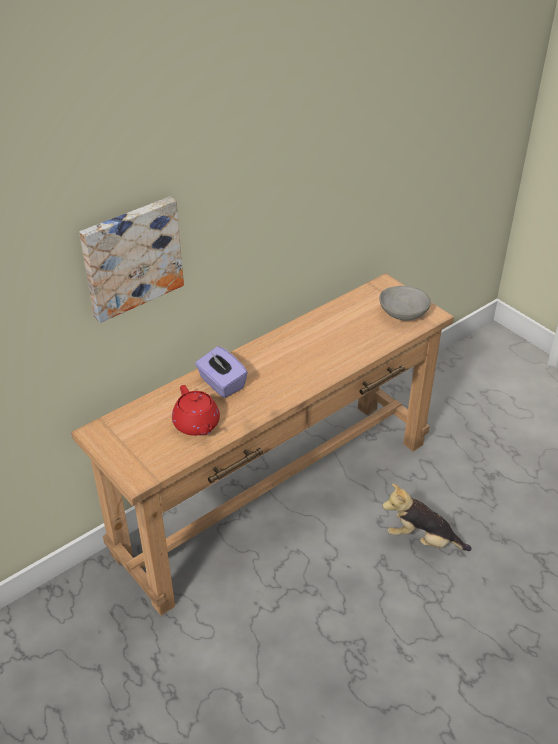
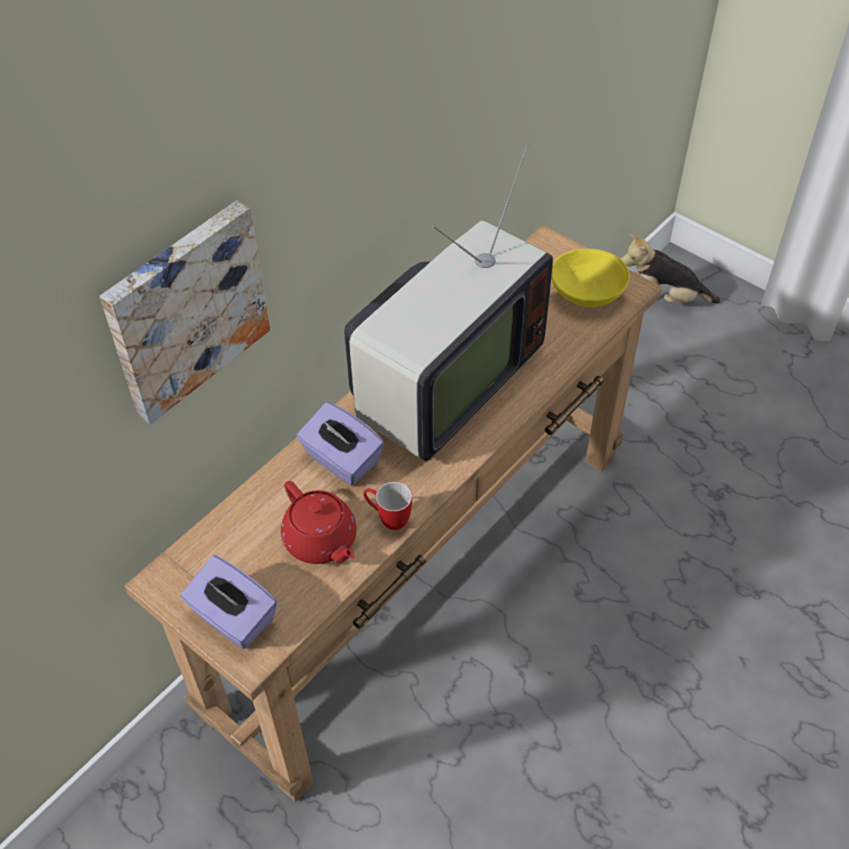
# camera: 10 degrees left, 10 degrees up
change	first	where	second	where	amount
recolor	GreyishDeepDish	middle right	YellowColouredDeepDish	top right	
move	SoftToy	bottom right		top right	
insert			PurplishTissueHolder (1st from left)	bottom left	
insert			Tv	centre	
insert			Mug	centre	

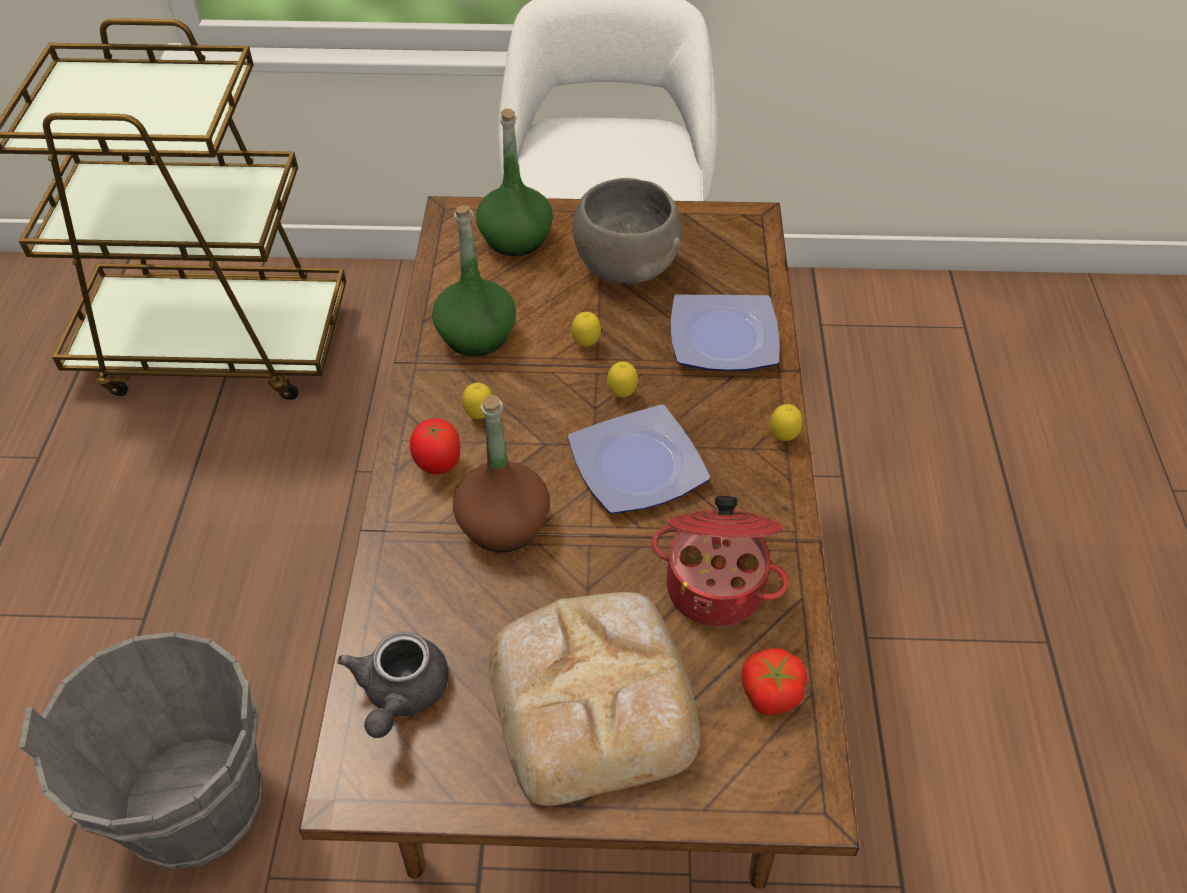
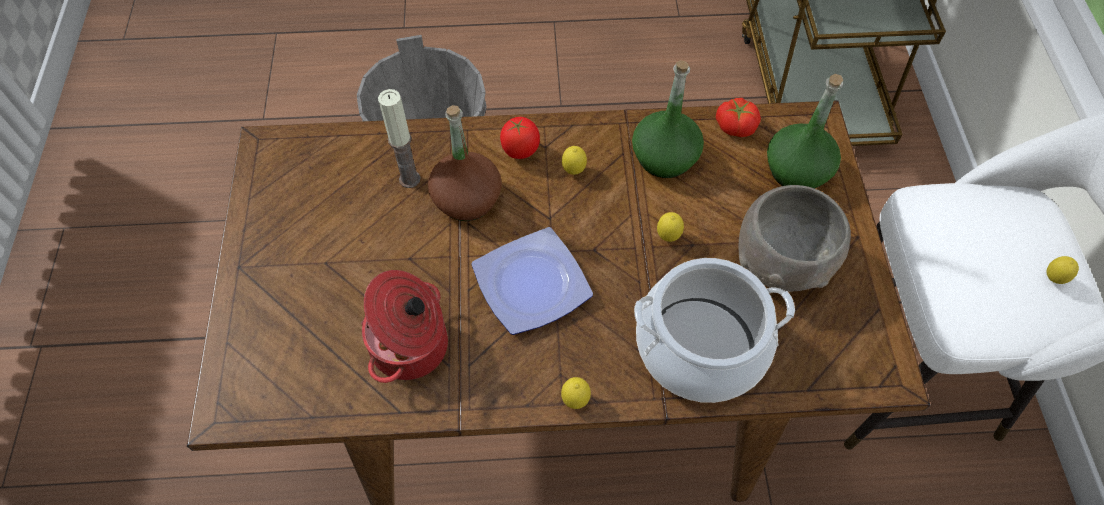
# camera: 85 degrees right, 10 degrees up
change	first	where	second	where	amount
delete	GreyishPotForTea	bottom left			
delete	BakedBread	bottom centre			
move	WholeLemon (3rd from left in the first image)	centre	WholeLemon (4th from left)	middle right	
replace	DinnerPlate (2nd from left)	centre	Saucepot (2nd from left)	centre	
move	FreshTomato (2nd from left)	bottom centre		top right	
insert			WaxCandle	top centre	

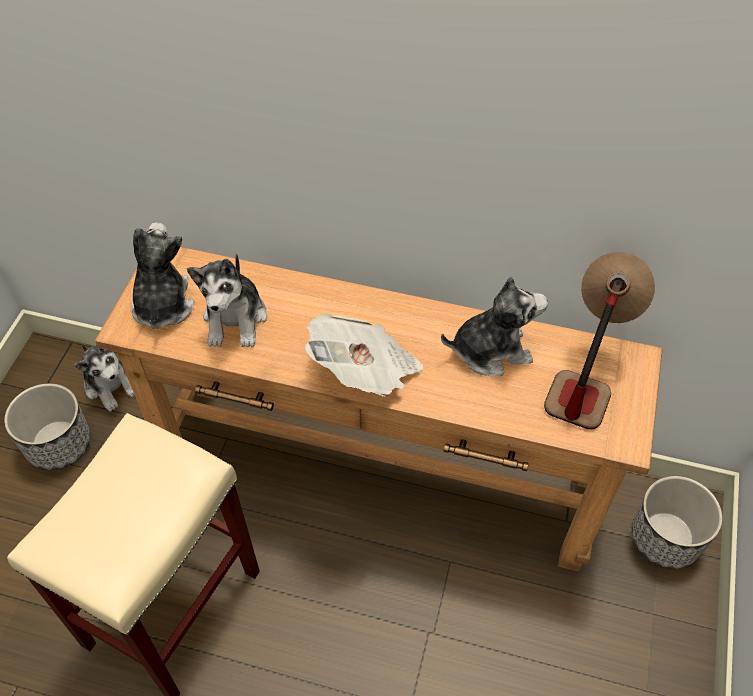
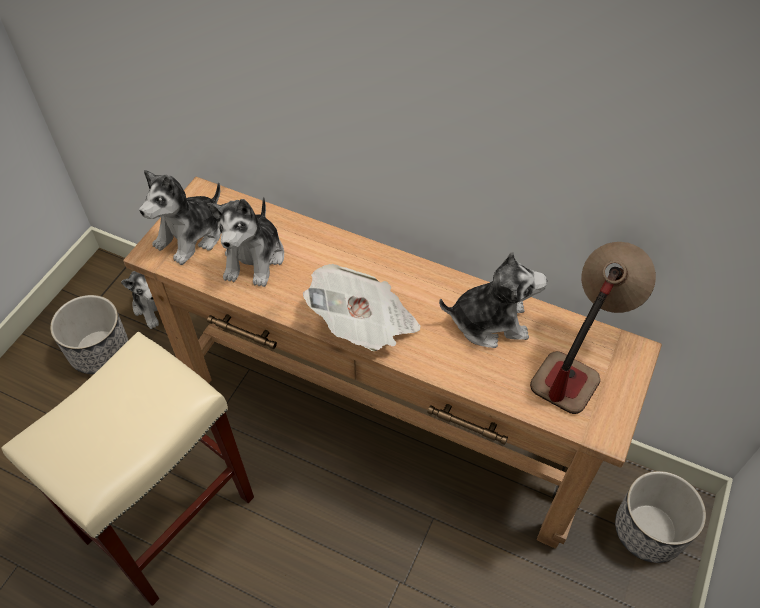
# camera: 10 degrees right, 0 degrees up
change	first	where	second	where	amount
rotate	SoftToy (2nd from left)	middle left		middle left	150 degrees counterclockwise

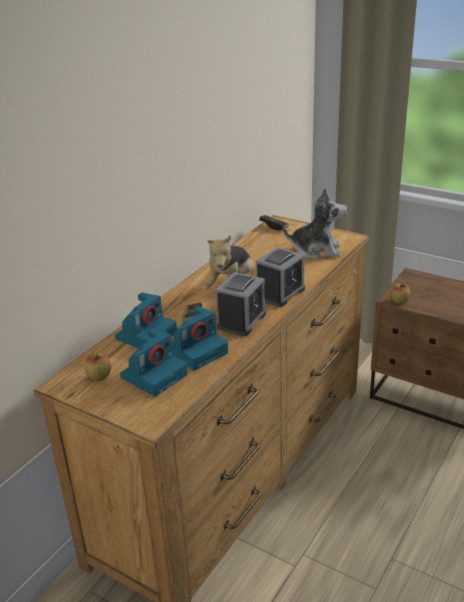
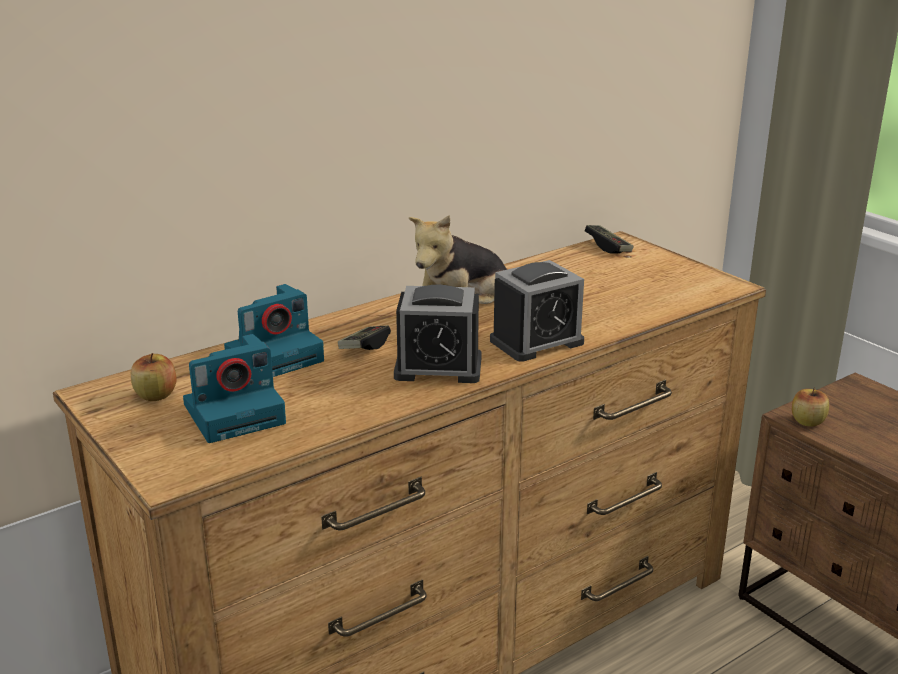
# camera: 20 degrees right, 5 degrees down
change	first	where	second	where	amount
delete	StillCamera (3rd from left)	centre			
rotate	TableClock (1st from left)	centre		centre	45 degrees clockwise
delete	SoftToy (2nd from left)	middle right			

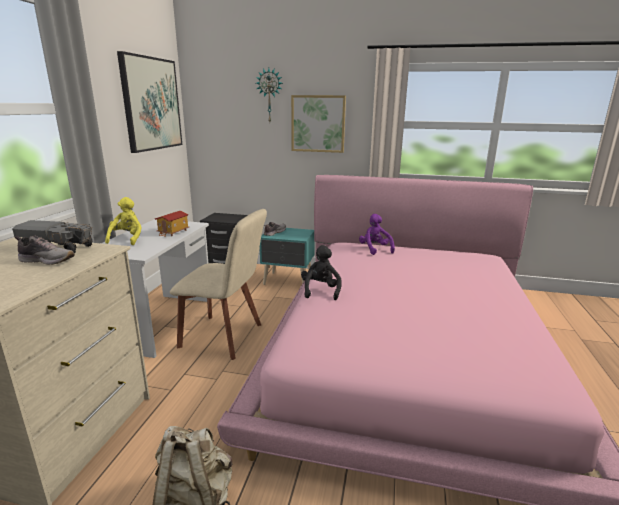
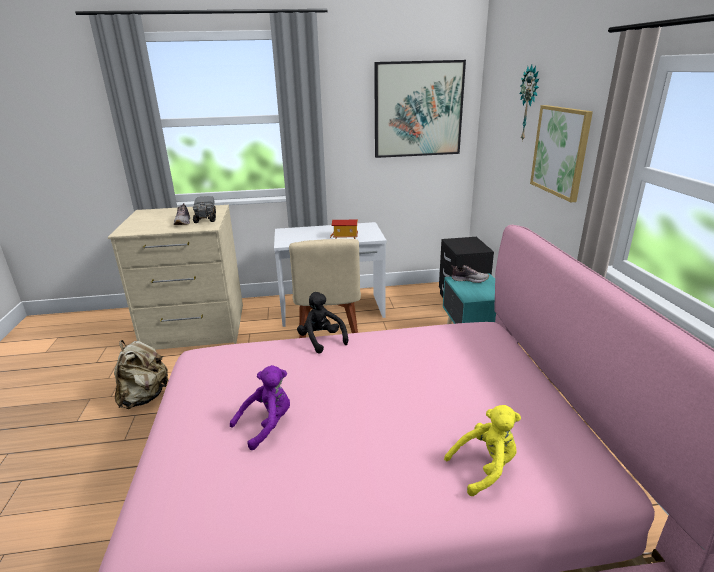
# camera: 70 degrees right, 5 degrees up
change	first	where	second	where	amount
move	YellowColouredSoftToy	middle left		bottom right	
rotate	BlackSoftToy	centre		centre	105 degrees counterclockwise
move	PurplishSoftToy	centre		bottom centre	

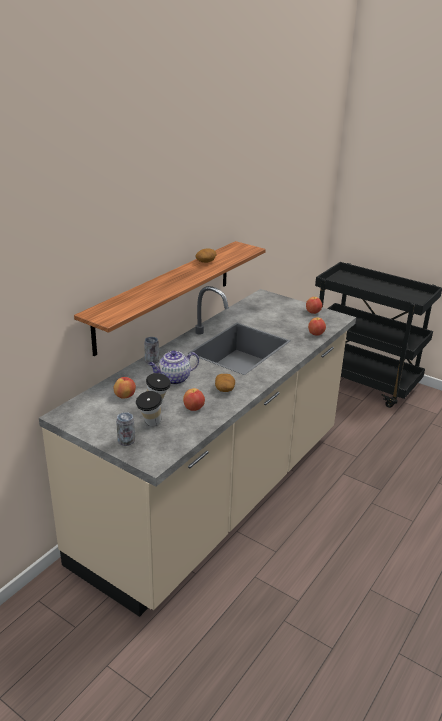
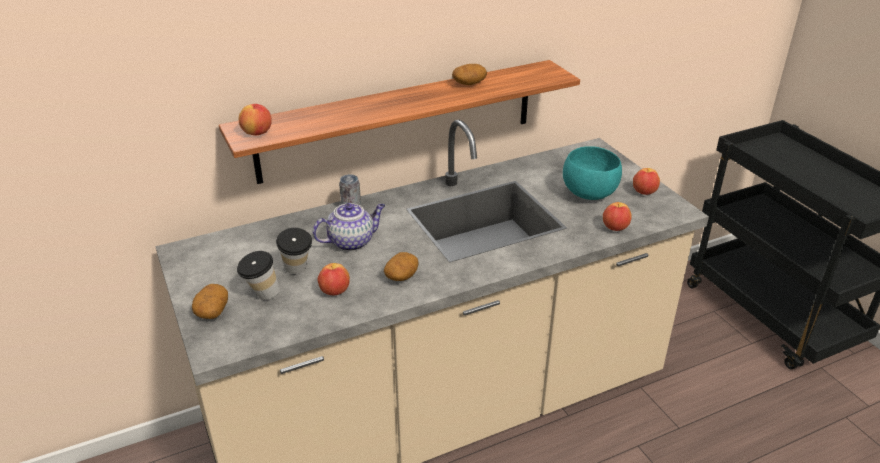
# camera: 30 degrees right, 5 degrees up
change	first	where	second	where	amount
move	WholeApple (1st from left)	middle left		top left	
replace	MetalCan (1st from left)	middle left	Potato (1st from left)	middle left	
rotate	PotForTea	centre		centre	150 degrees clockwise
insert			BlueGreenDeepDish	middle right	

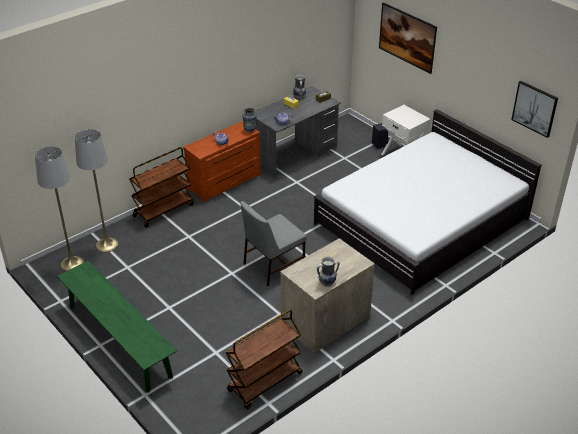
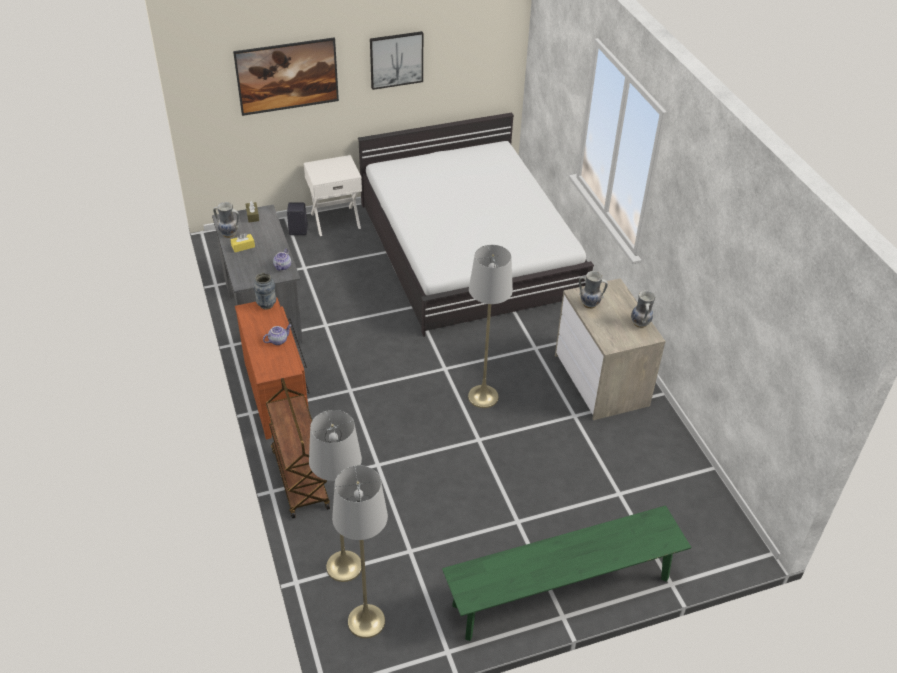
# camera: 70 degrees left, 5 degrees up
change	first	where	second	where	amount
delete	BrownTrolley (2nd from left)	bottom centre			
replace	GreyishChair	centre	GreyishFloorLamp (3rd from left)	centre	
move	WallArt (2nd from left)	top right		top centre	
insert			DecorativeVase (3rd from left)	centre	

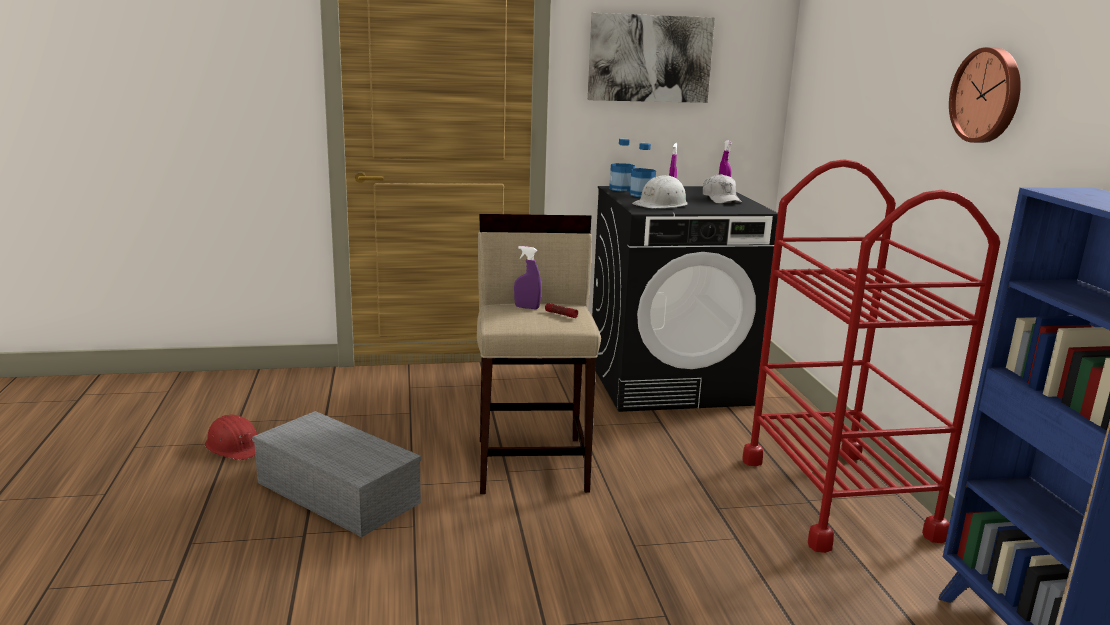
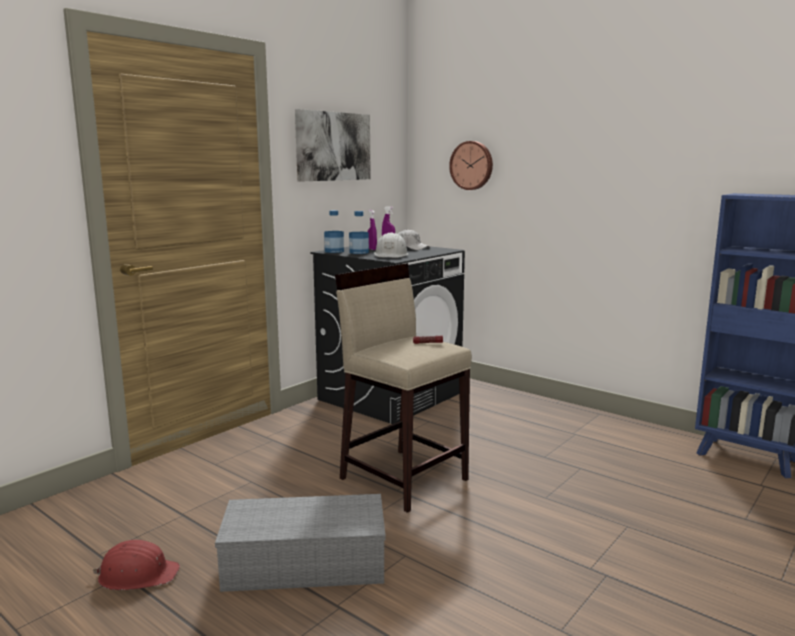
# camera: 40 degrees left, 5 degrees down
change	first	where	second	where	amount
delete	PurplishHandSprayer (1st from left)	centre			
delete	RedTrolley	middle right			
move	ClockOnTheWall	top right		top centre	

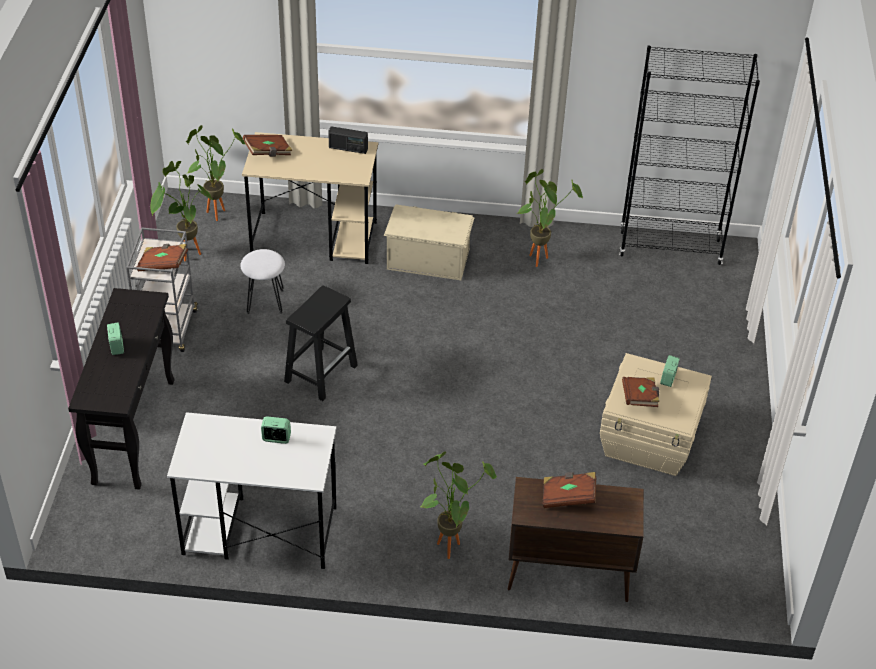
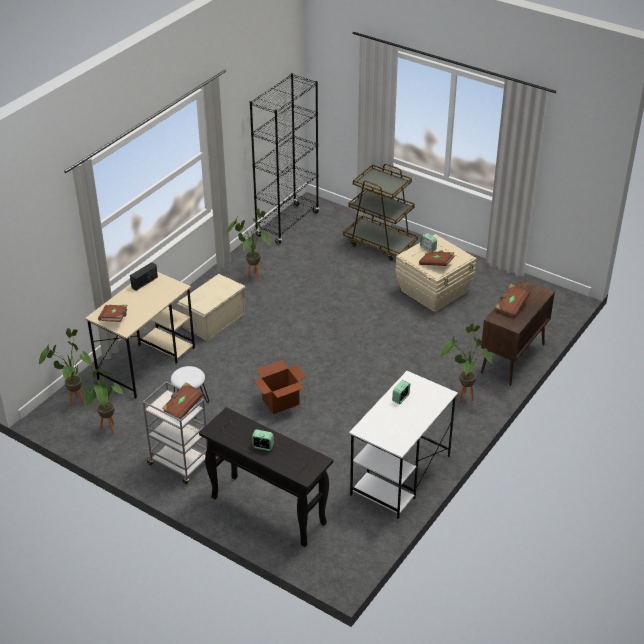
# camera: 60 degrees left, 5 degrees down
change	first	where	second	where	amount
replace	BlackStoolSeat	centre	PackingBox	centre	
insert			BrownTrolley	top centre	

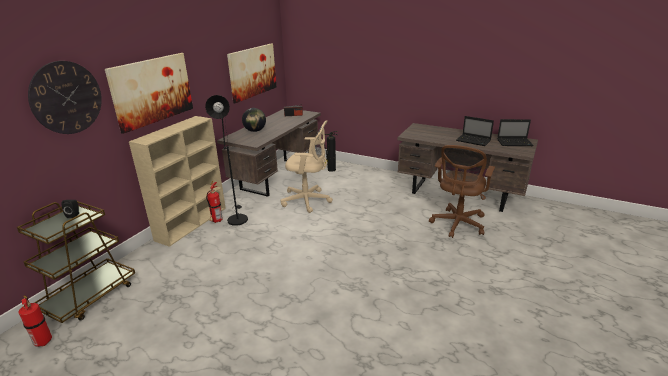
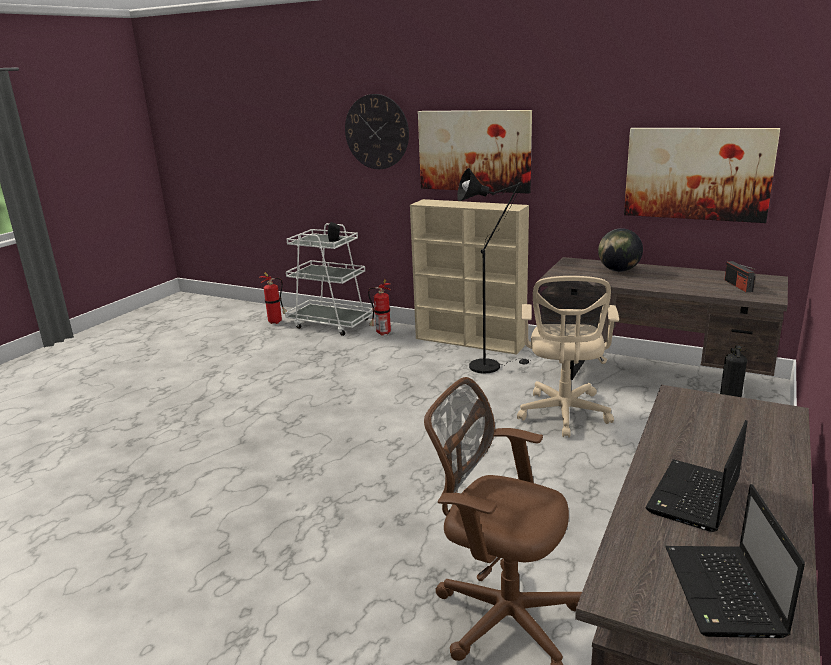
# camera: 90 degrees right, 5 degrees down
change	first	where	second	where	amount
recolor	BrownTrolley	bottom left	WhiteColouredTrolley	centre	
move	FireExtinguisher (2nd from left)	middle left		centre	

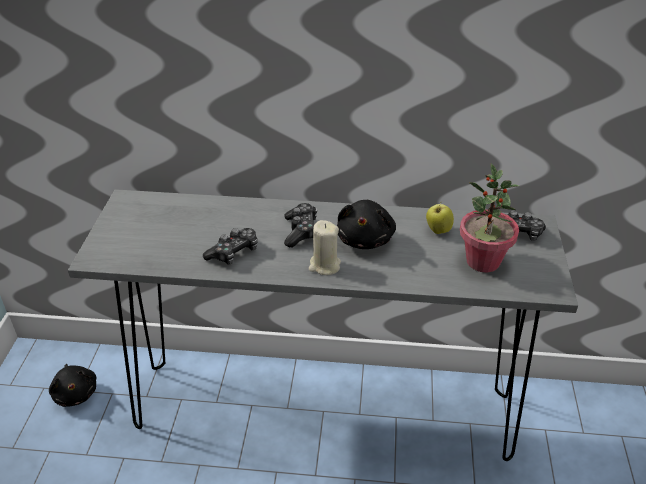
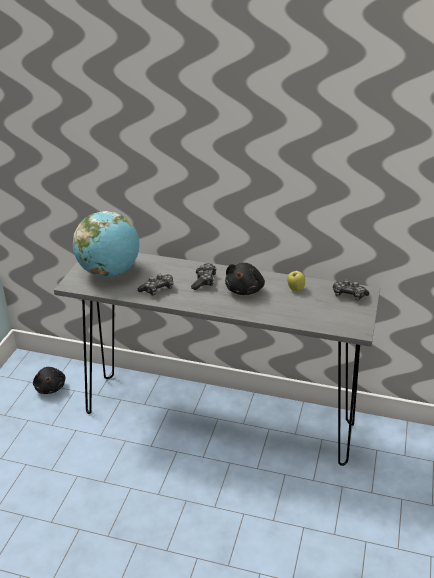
# camera: 10 degrees right, 5 degrees down
change	first	where	second	where	amount
delete	BeigeColouredWaxCandle	centre			
delete	Houseplant	middle right			
insert			DeskGlobe	middle left	

